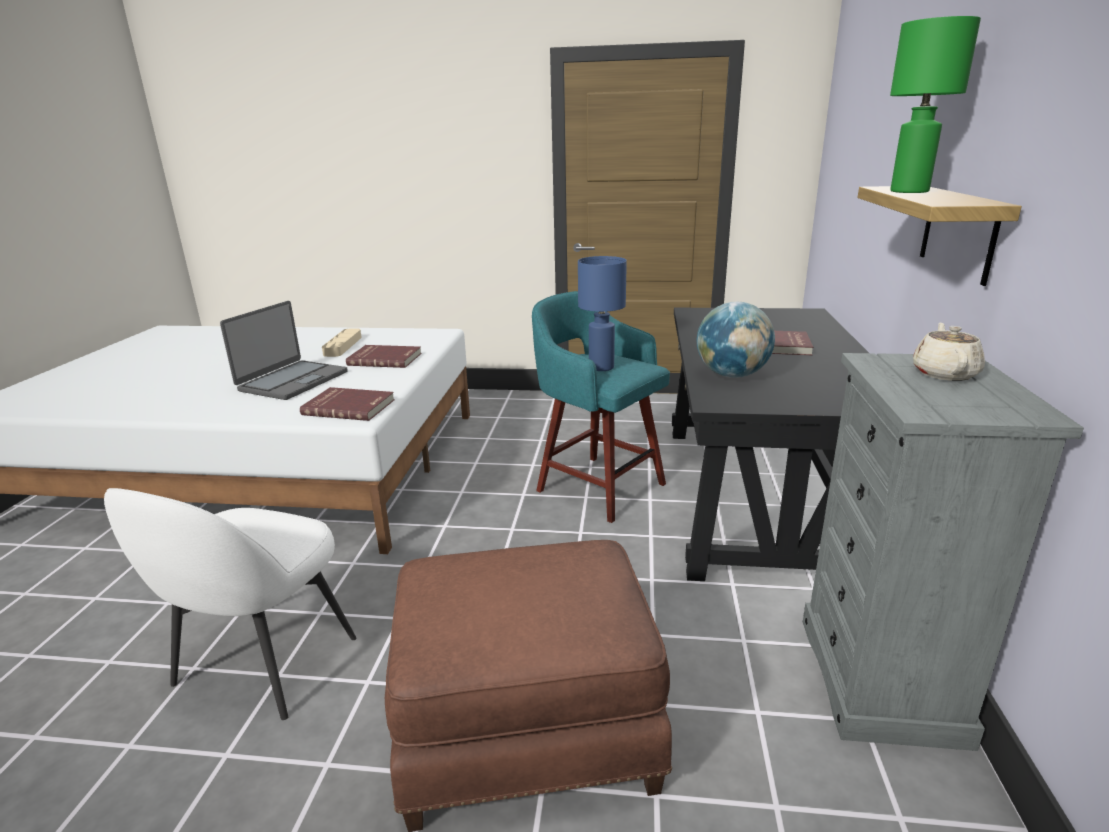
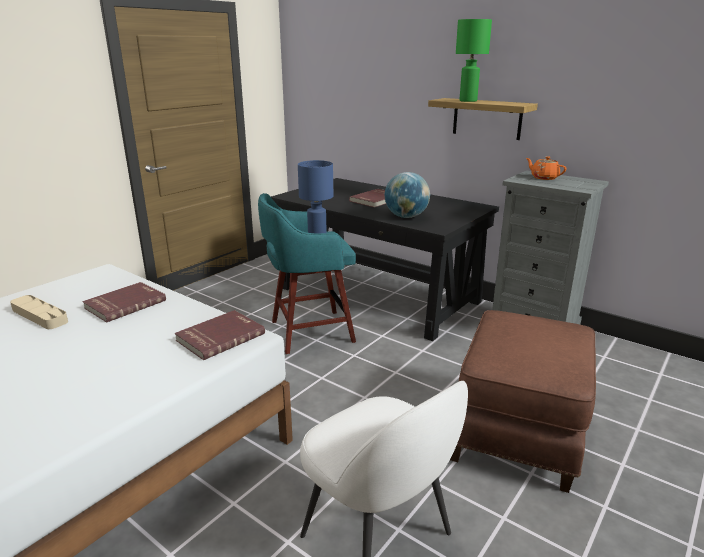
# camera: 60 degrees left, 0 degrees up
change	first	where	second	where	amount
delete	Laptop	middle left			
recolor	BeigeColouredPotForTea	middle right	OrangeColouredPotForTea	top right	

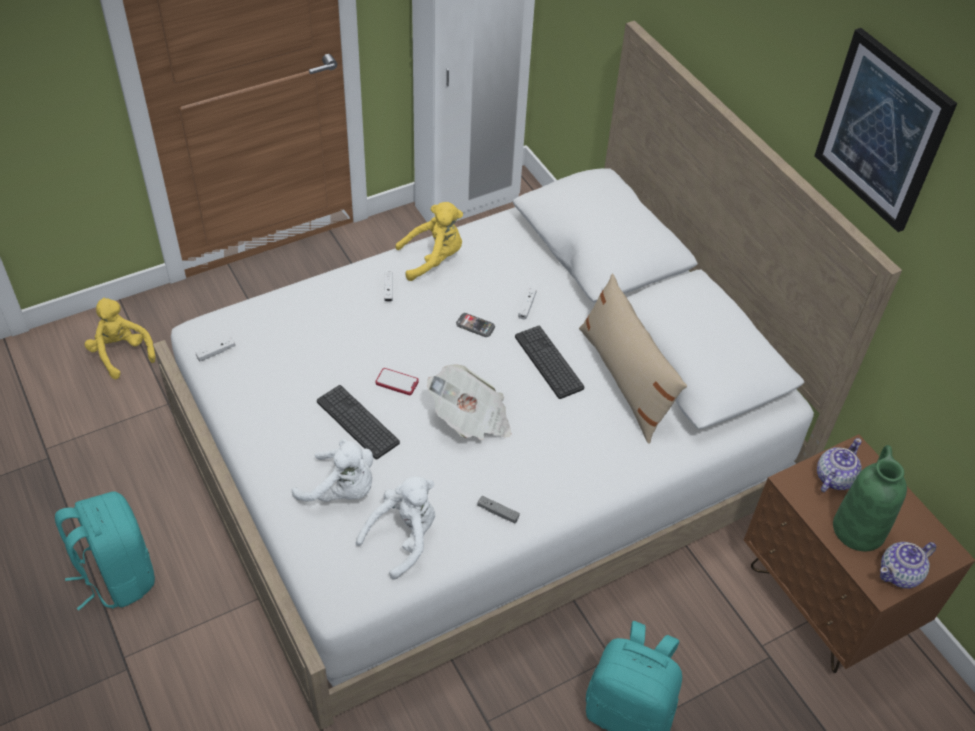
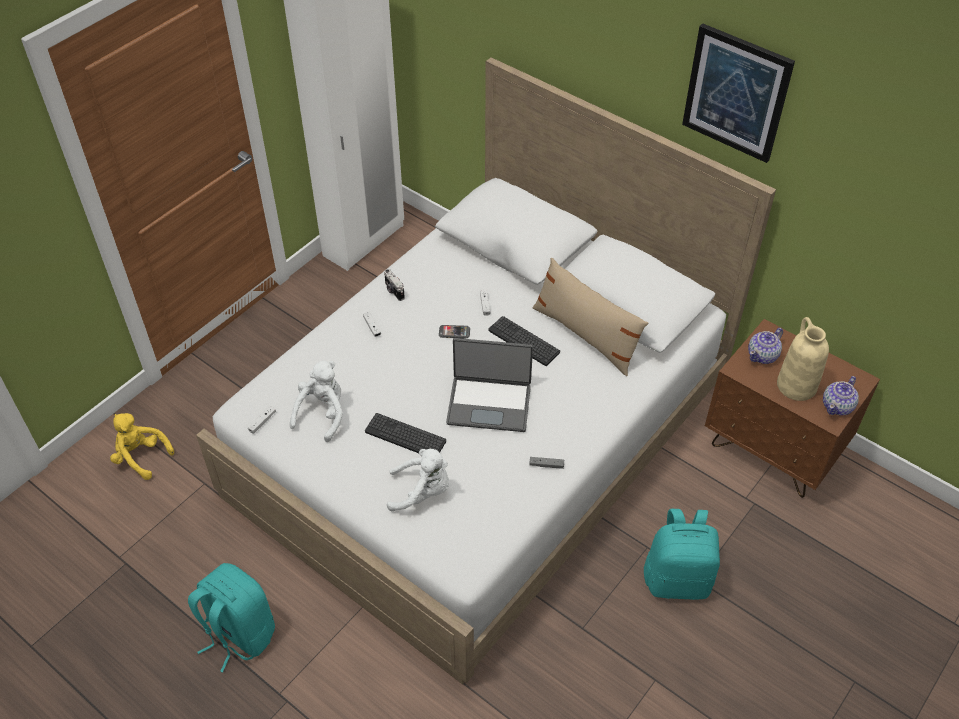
# camera: 20 degrees left, 0 degrees up
change	first	where	second	where	amount
move	WhiteColouredSoftToy (2nd from left in the first image)	bottom centre	WhiteColouredSoftToy (1st from left)	middle left	
delete	Handset (1st from left)	centre			
replace	YellowColouredSoftToy (2nd from left)	top centre	StillCamera	centre	
replace	DailyPaper	centre	Laptop	centre	
rotate	PotForTea (1st from left)	middle right		middle right	150 degrees counterclockwise
recolor	GreenishDecorativeVase	bottom right	BeigeColouredDecorativeVase	middle right	

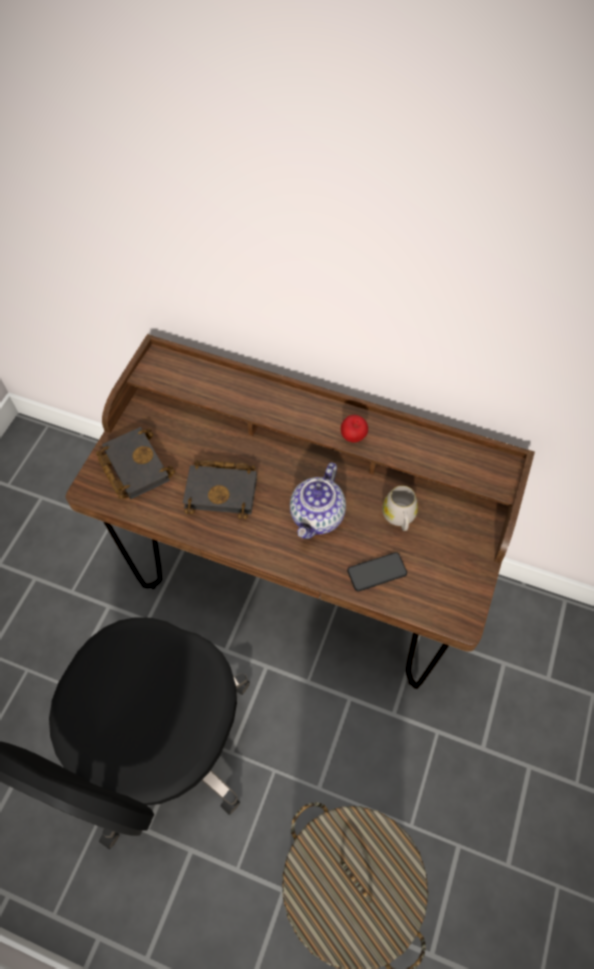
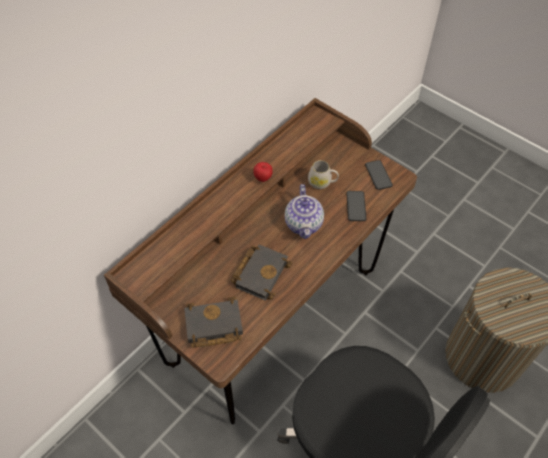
# camera: 70 degrees left, 5 degrees down
change	first	where	second	where	amount
rotate	PotForTea	centre		centre	45 degrees clockwise
insert			Handset (2nd from left)	middle right	

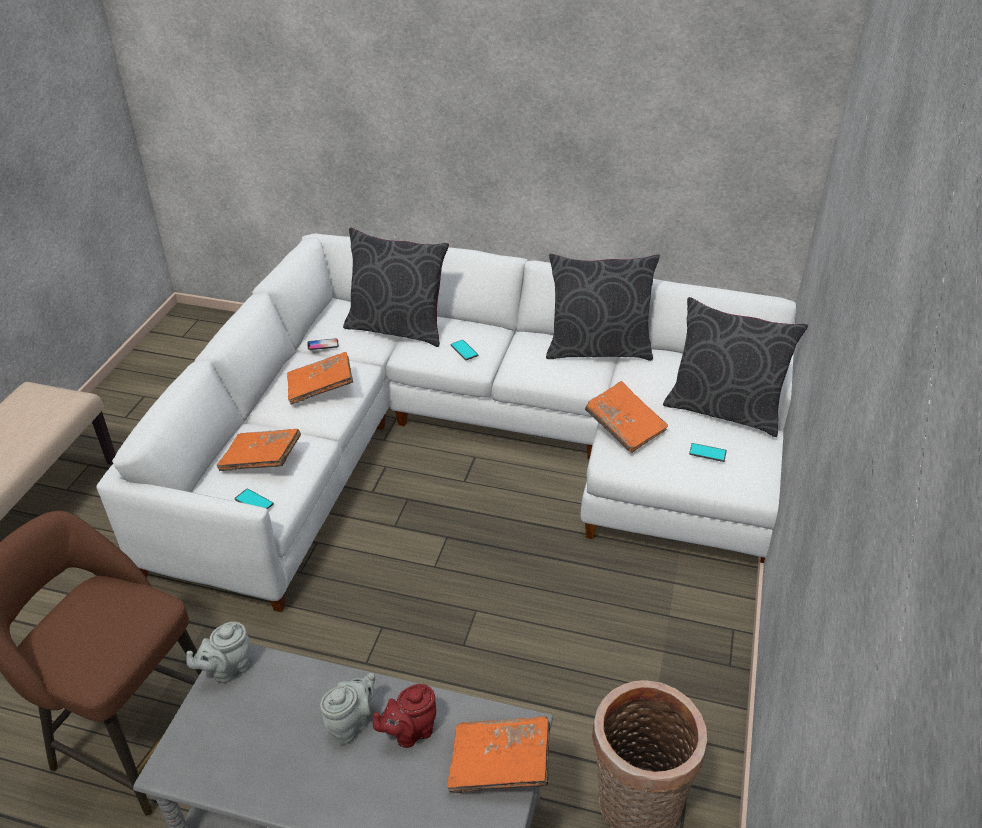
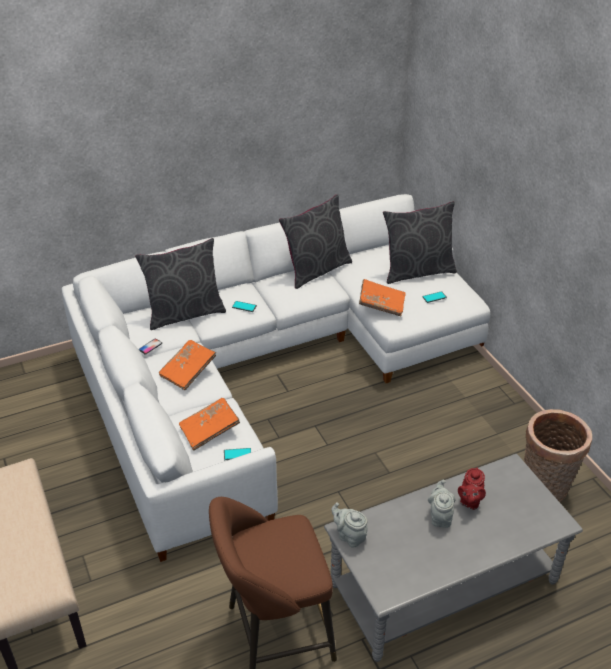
# camera: 40 degrees left, 0 degrees up
change	first	where	second	where	amount
rotate	GreyishPotForTea (1st from left)	bottom left		bottom centre	120 degrees clockwise
delete	OrangeColouredVolume (3rd from left)	bottom centre			

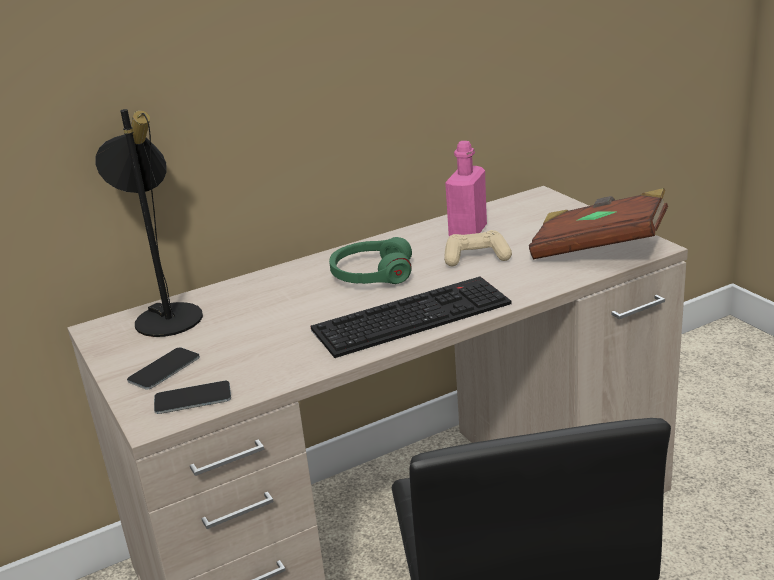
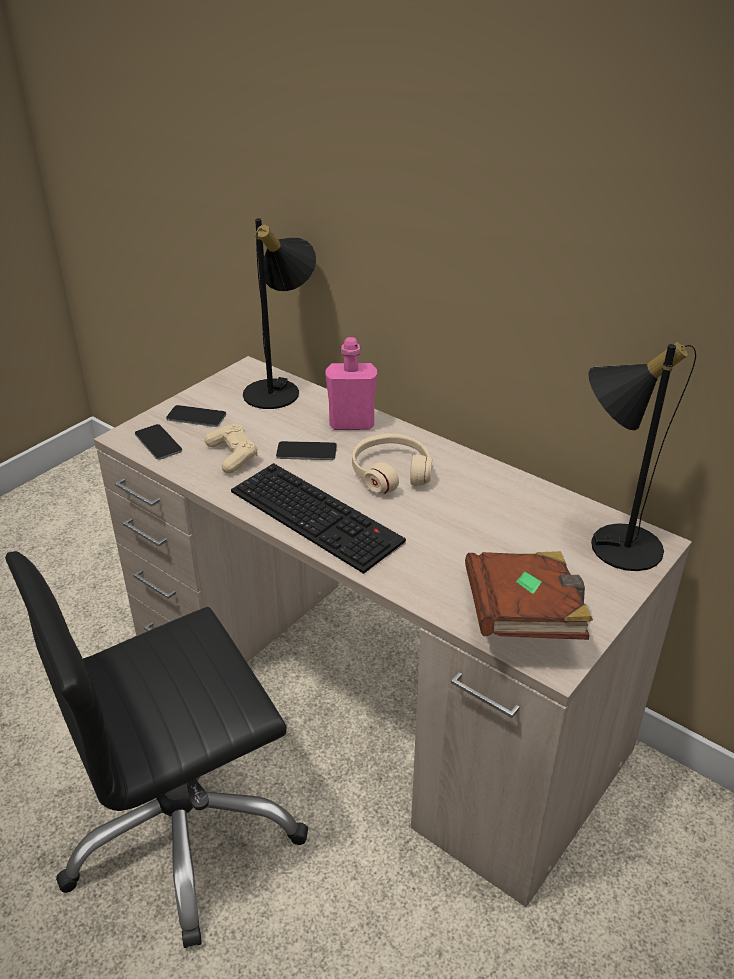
# camera: 65 degrees right, 10 degrees up
change	first	where	second	where	amount
recolor	GreenishHeadset	centre	BeigeColouredHeadset	centre	
move	BeigeColouredGameController	centre		middle left	
move	PinkColouredDrinkBottle	top centre		centre	
insert			Handset (3rd from left)	centre	
insert			BlackTableLamp (2nd from left)	middle right	

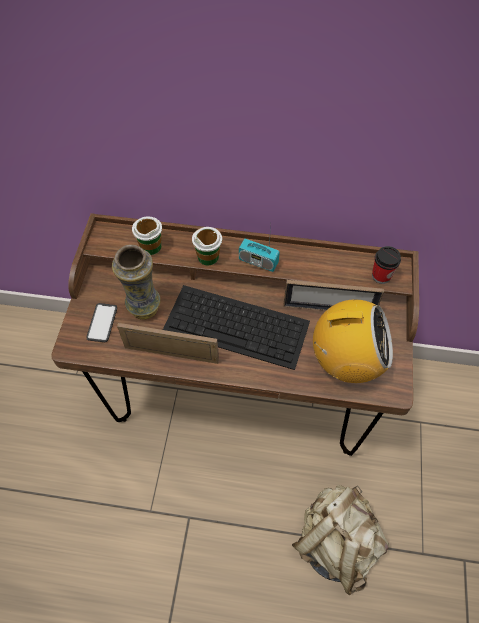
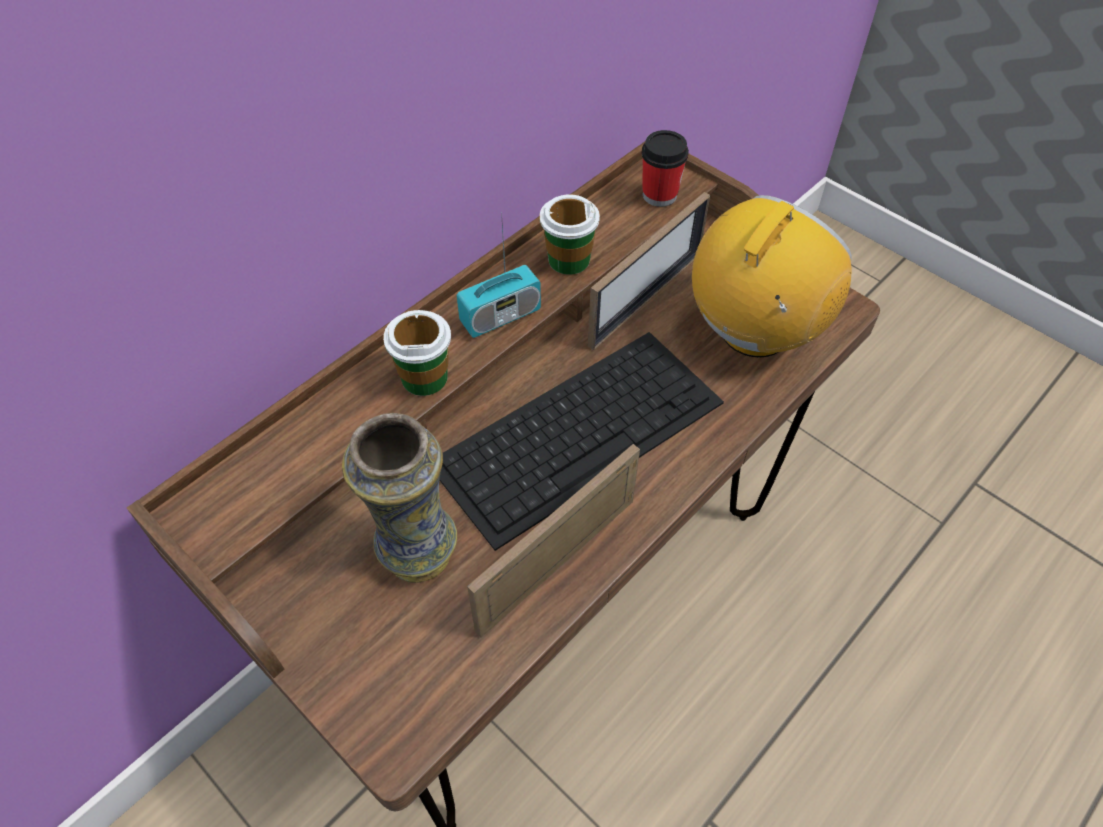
# camera: 55 degrees left, 5 degrees down
change	first	where	second	where	amount
delete	Handset	middle left			
move	Cup (1st from left in the first image)	middle left	Cup (2nd from left)	top centre	
delete	BeigeColouredKnapsack	bottom right			

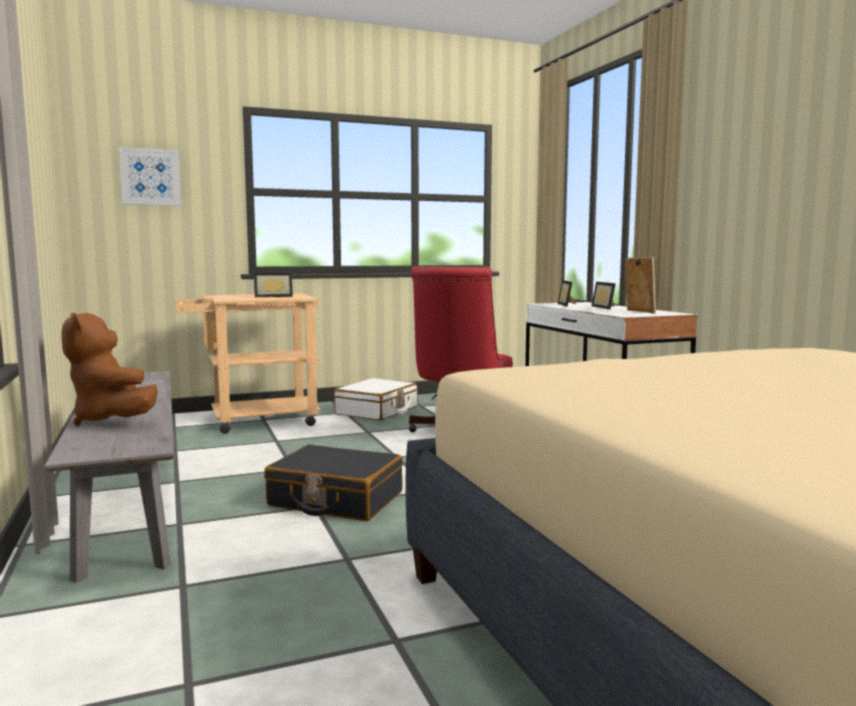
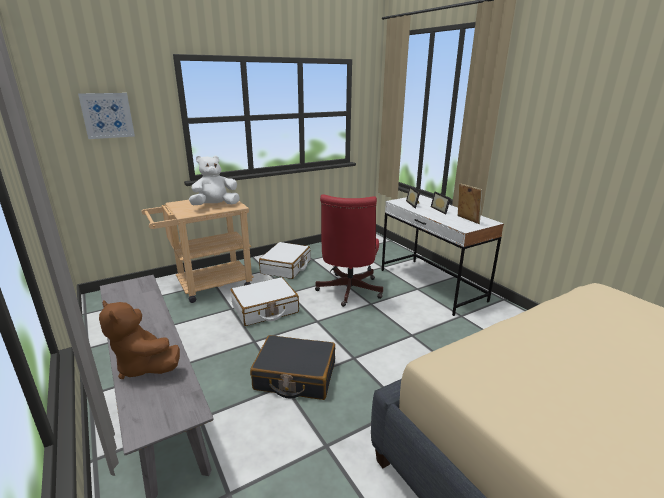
# camera: 10 degrees left, 15 degrees up
change	first	where	second	where	amount
replace	PhotoFrame (1st from left)	middle left	WhiteColouredSoftToy	middle left	
insert			WhiteColouredPieceOfLuggage (1st from left)	centre	

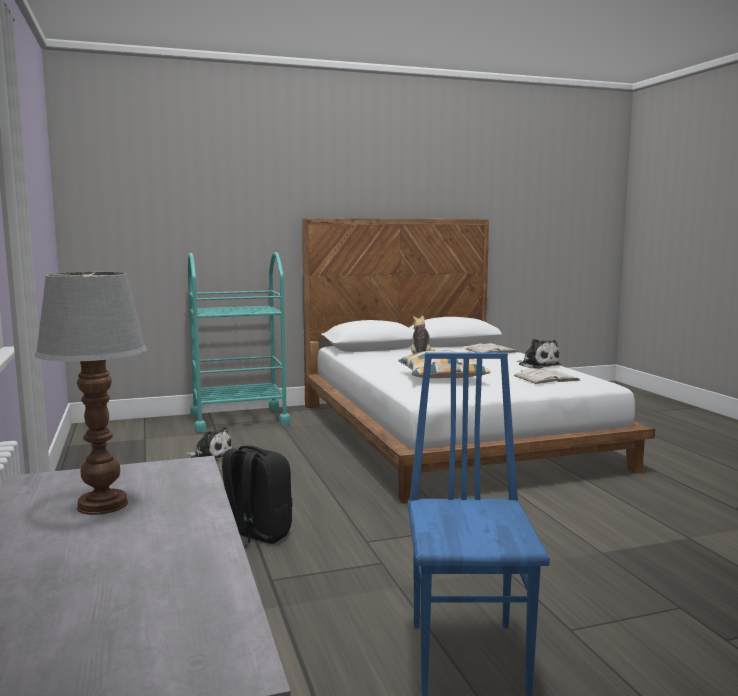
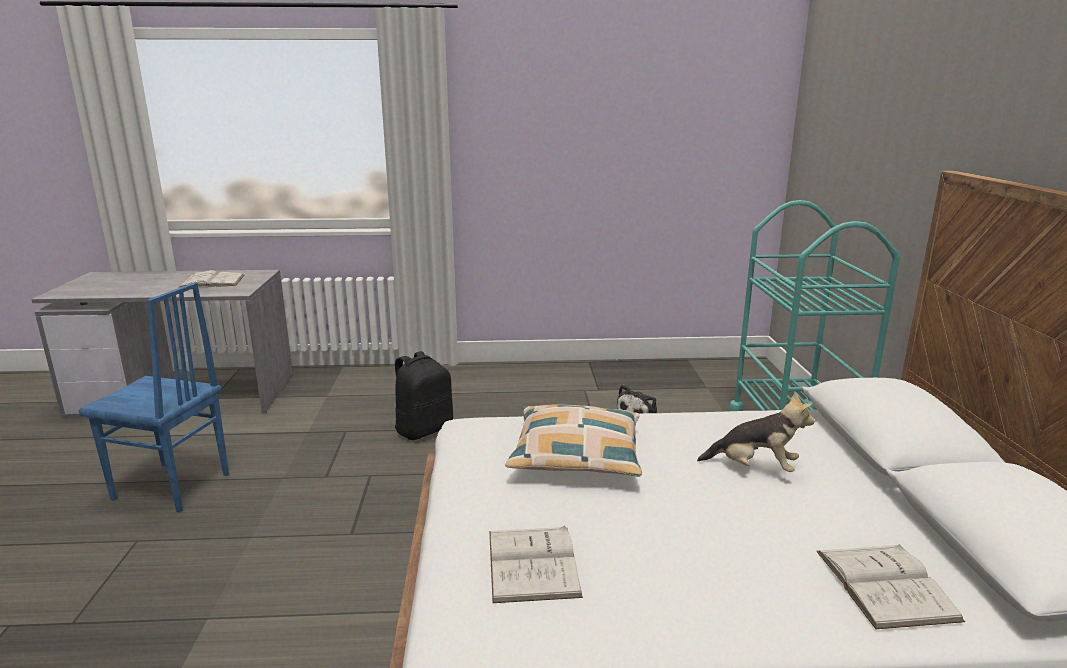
# camera: 105 degrees right, 10 degrees up
change	first	where	second	where	amount
replace	TableLamp	middle left	WhiteColouredVolume (1st from left)	middle left	
delete	SoftToy (3rd from left)	middle right			

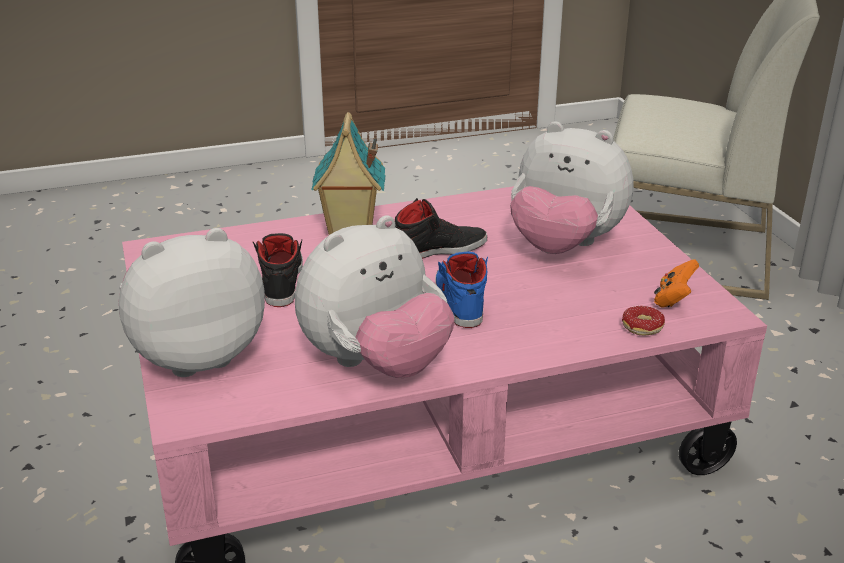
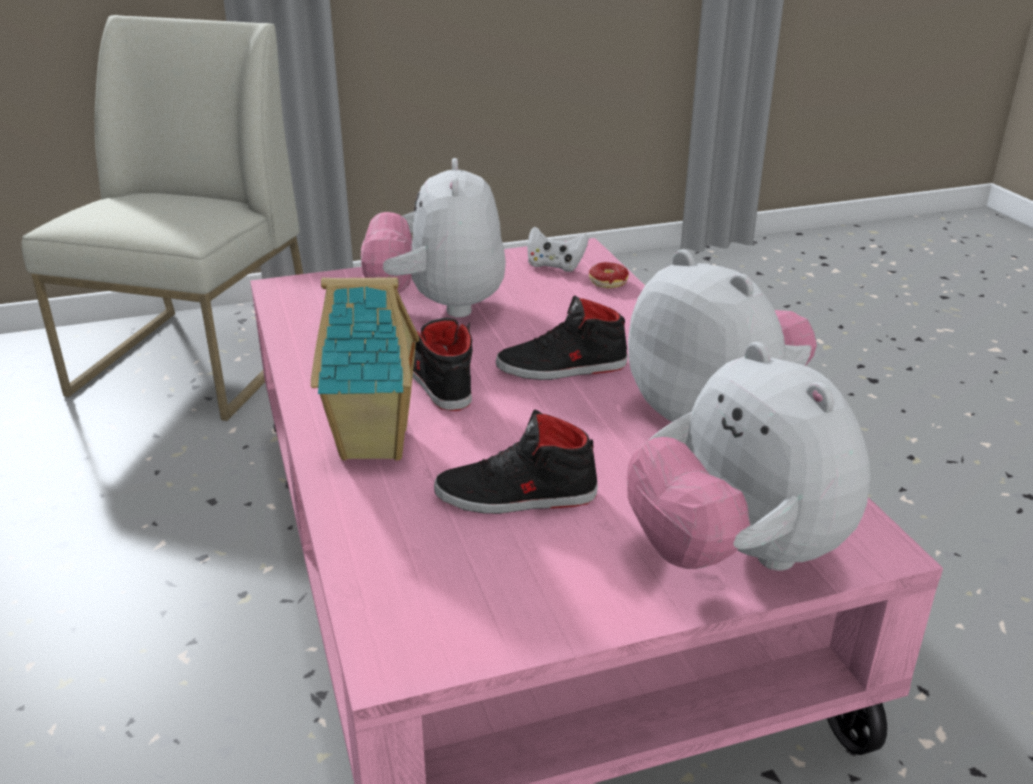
# camera: 90 degrees left, 0 degrees up
change	first	where	second	where	amount
recolor	BlueColouredItemOfFootwear	centre	BlackItemOfFootwear (3rd from left)	centre	
rotate	SoftToy (3rd from left in the first image)	top right	SoftToy (1st from left)	top centre	150 degrees clockwise
recolor	OrangeColouredGameController	middle right	WhiteColouredGameController	top centre	

